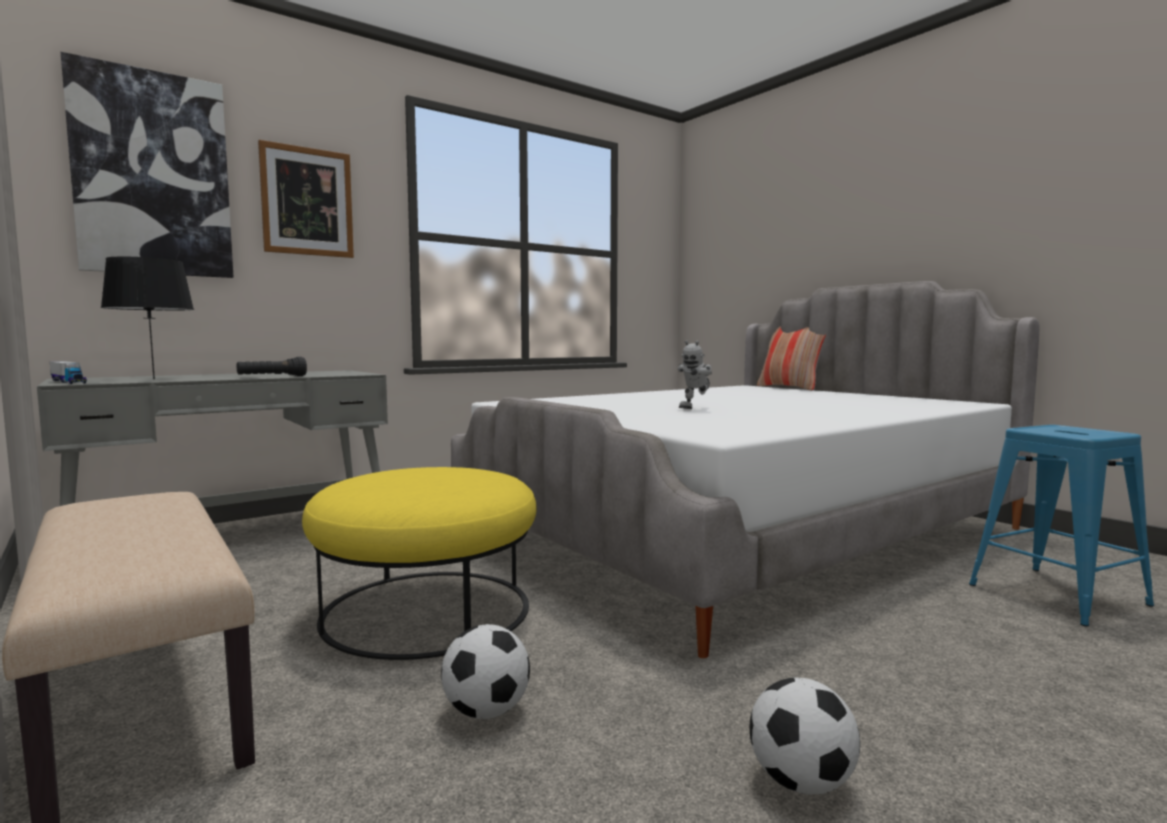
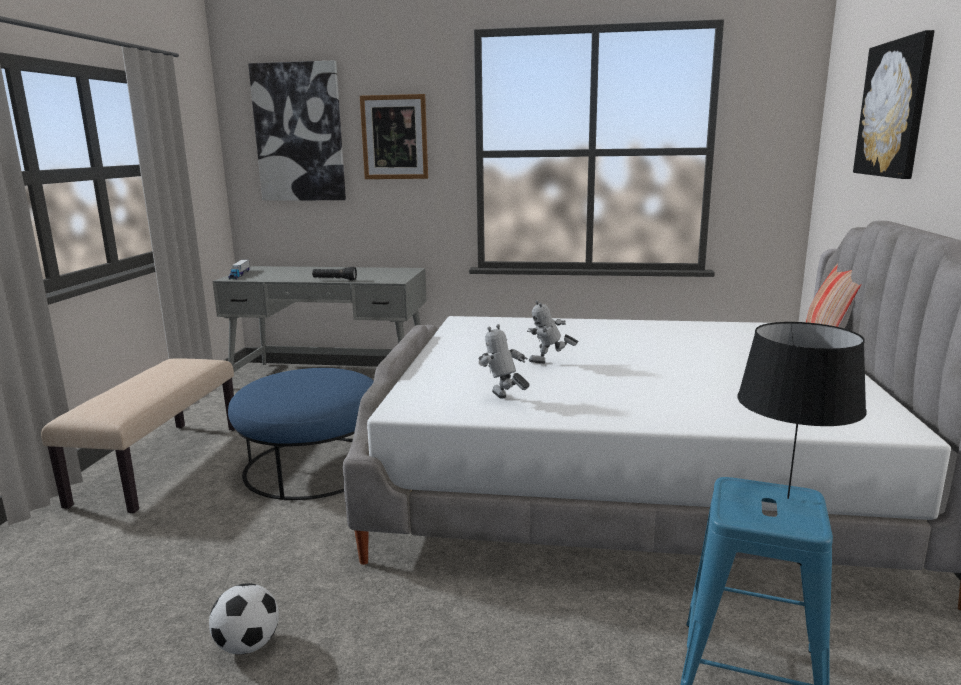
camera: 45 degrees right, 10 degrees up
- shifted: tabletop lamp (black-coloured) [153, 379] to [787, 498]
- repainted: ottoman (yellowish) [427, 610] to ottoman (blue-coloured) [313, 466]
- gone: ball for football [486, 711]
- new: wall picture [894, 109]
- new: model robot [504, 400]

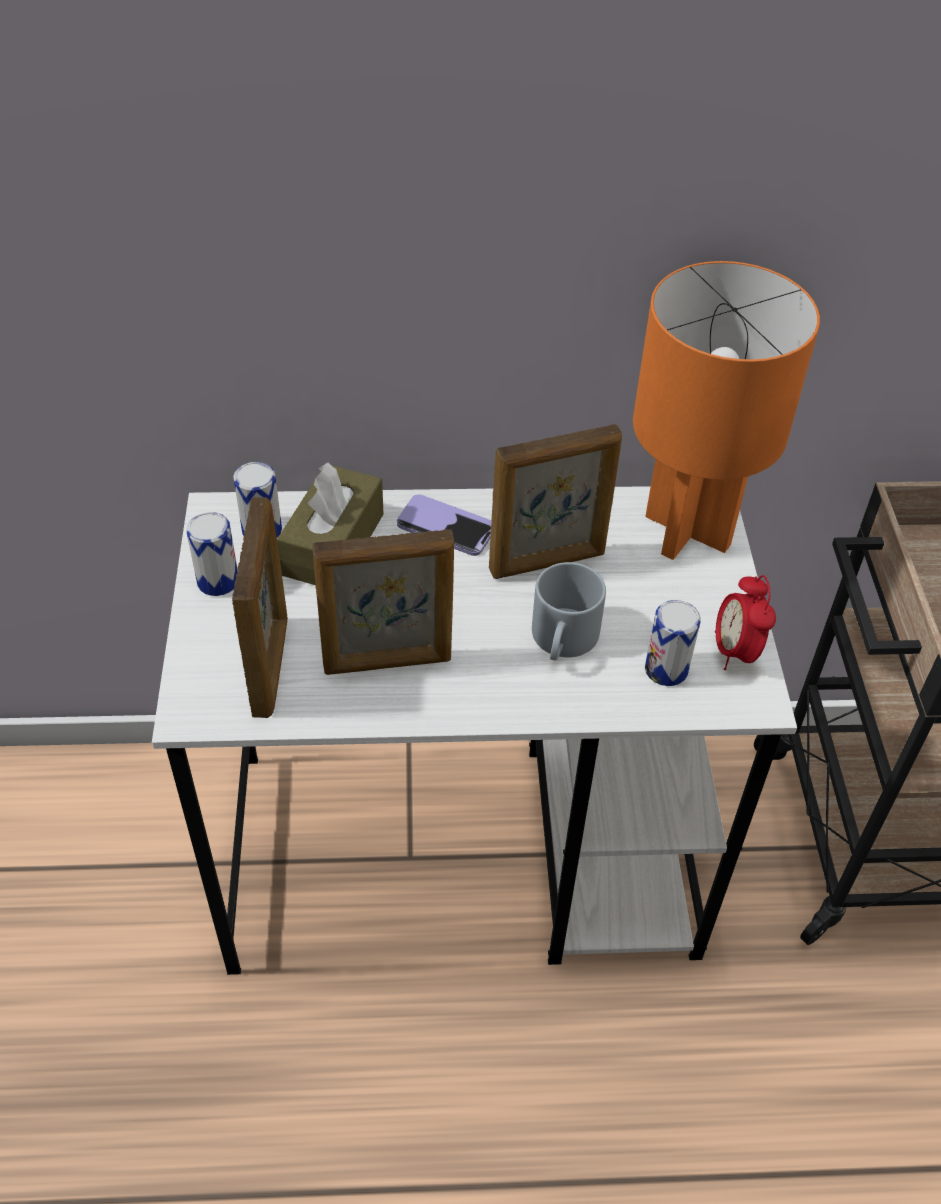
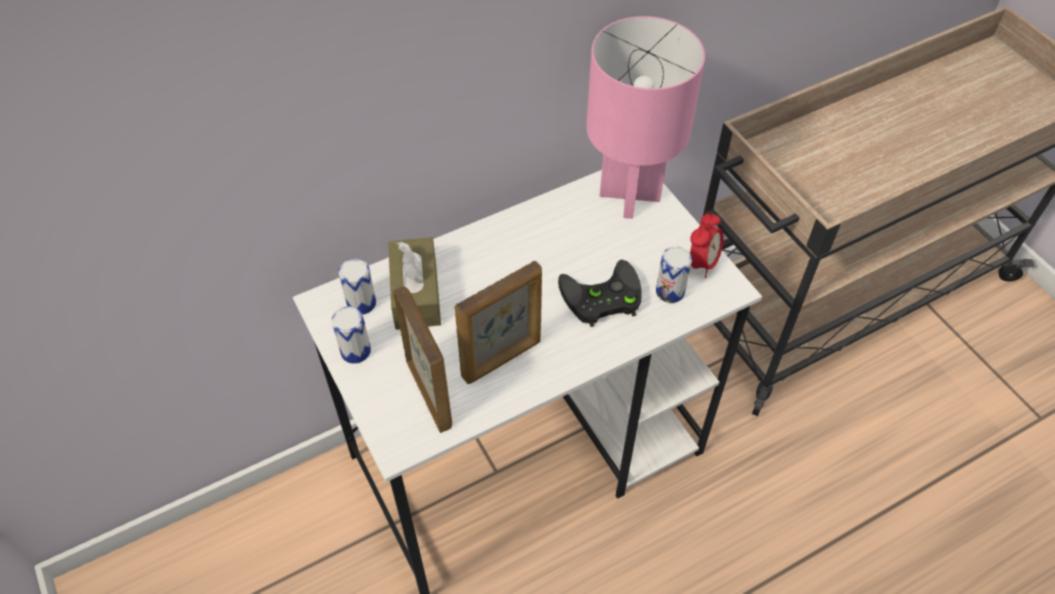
camera: 25 degrees left, 5 degrees up
- repainted: tabletop lamp (orange) [685, 531] to tabletop lamp (pink-coloured) [628, 196]
- gone: standing frame [548, 562]
- gone: handset [446, 527]
- swapped: coffee mug (grey) [564, 641] to game controller (black-coloured) [600, 299]
- rotated: bedside clock [735, 651] = [702, 263] 120 degrees counterclockwise

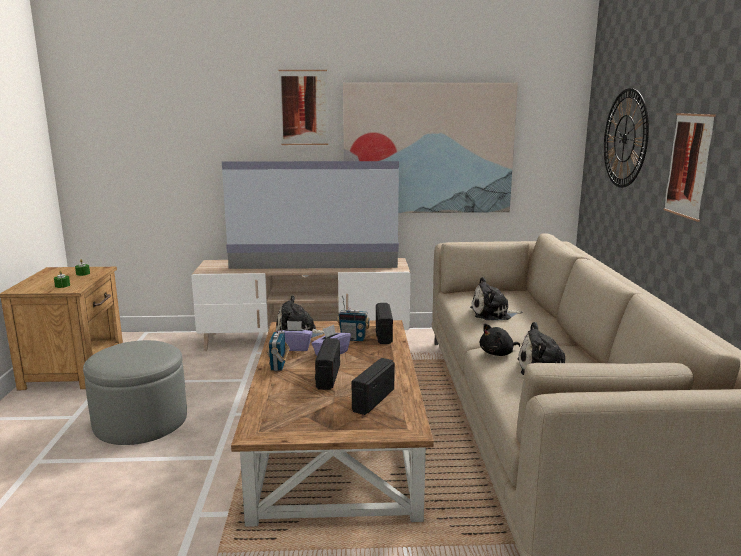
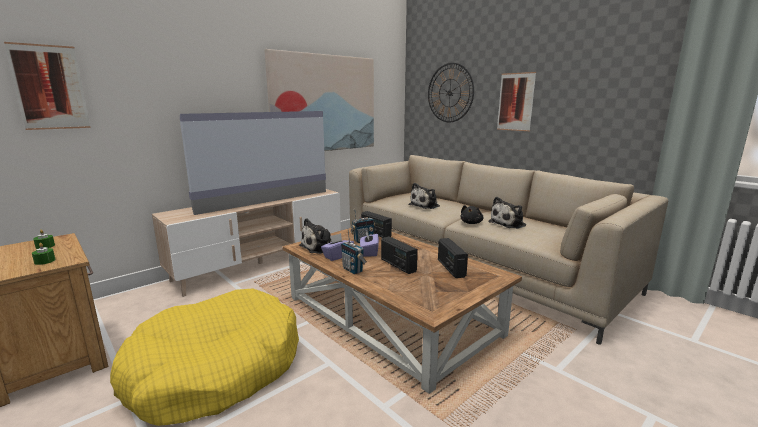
camera: 40 degrees left, 0 degrees up
- shifted: wall picture [303, 107] to [50, 87]
- swapped: ottoman (grey) [140, 421] to dog cushion (yellowish) [216, 369]

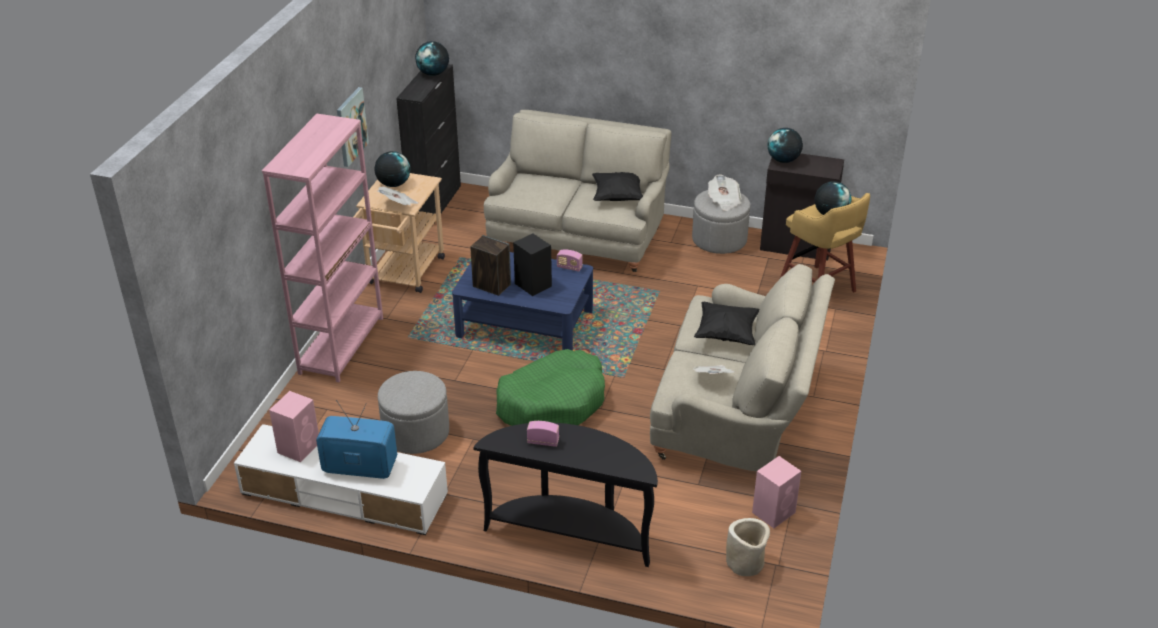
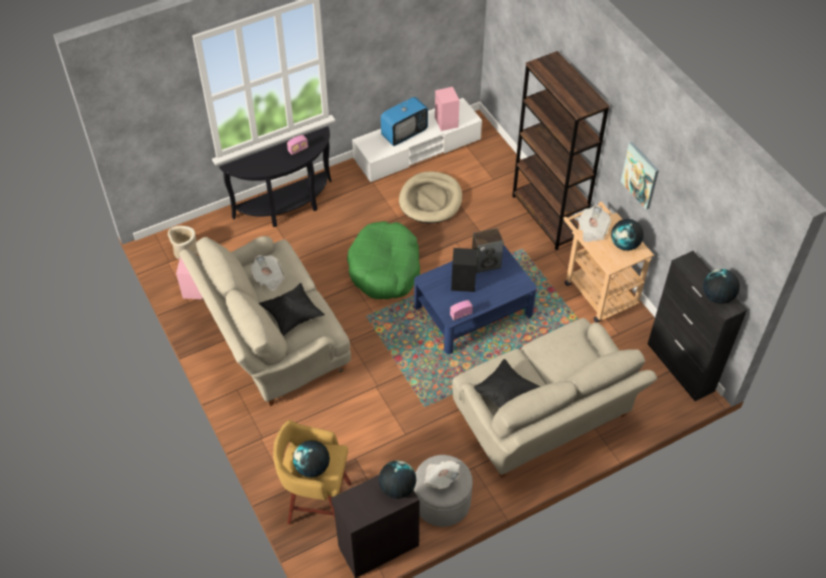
camera: 135 degrees right, 15 degrees up
- repainted: shelving unit (pink-coloured) [341, 345] to shelving unit (brown-coloured) [548, 217]
- swapped: ottoman (grey) [416, 432] to dog cushion (beige) [430, 200]

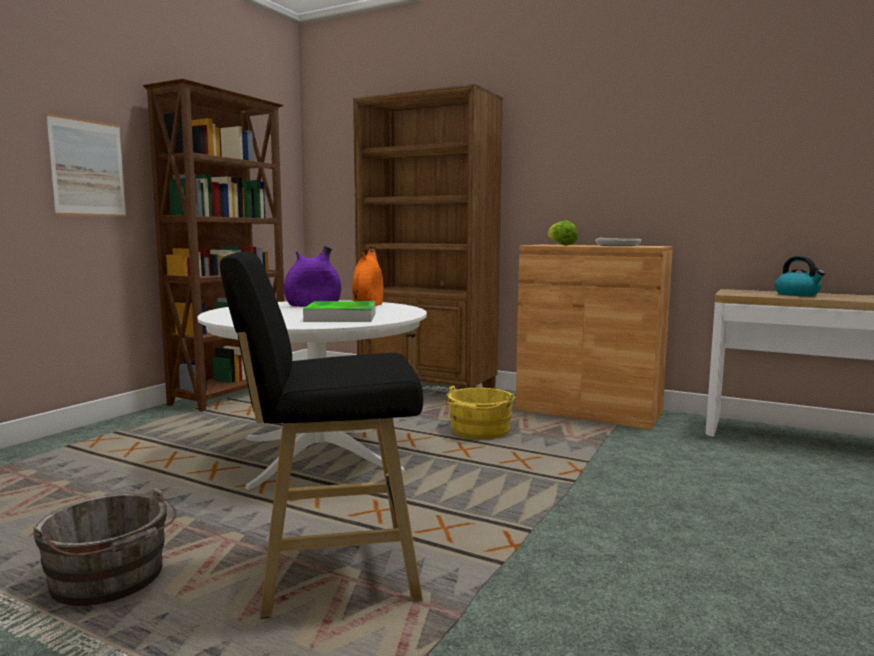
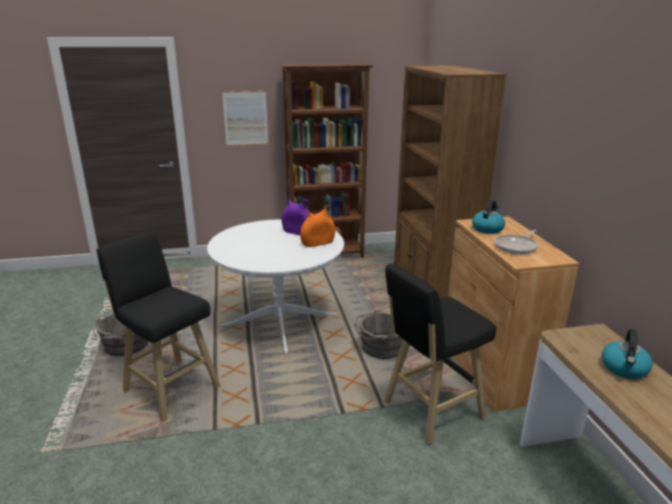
camera: 50 degrees right, 15 degrees up
- swapped: lettuce head [560, 245] to kettle [487, 229]
- gone: serving tray [341, 317]
- repainted: pail (yellowish) [478, 432] to pail (grey) [380, 347]
- new: sitting stool (black-coloured) [429, 411]

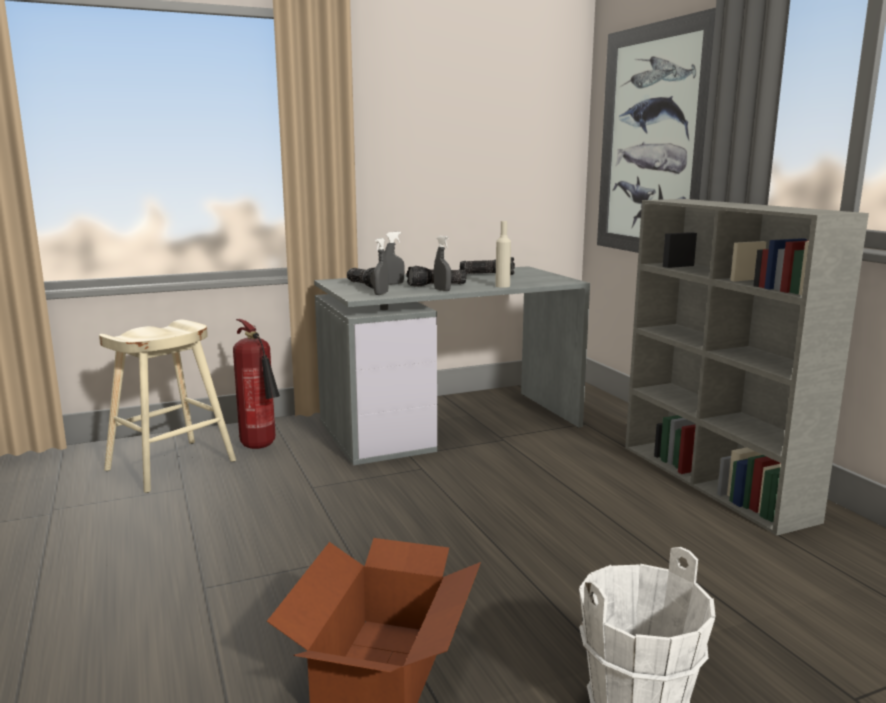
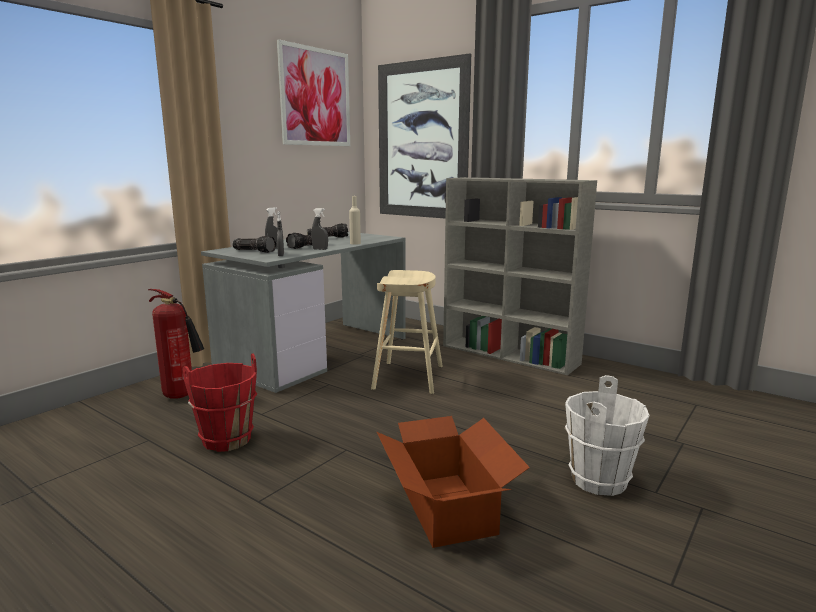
camera: 30 degrees left, 0 degrees up
- shifted: sitting stool (beige) [171, 465] to [408, 377]
- new: wall picture [315, 97]
- new: pail (red) [226, 440]

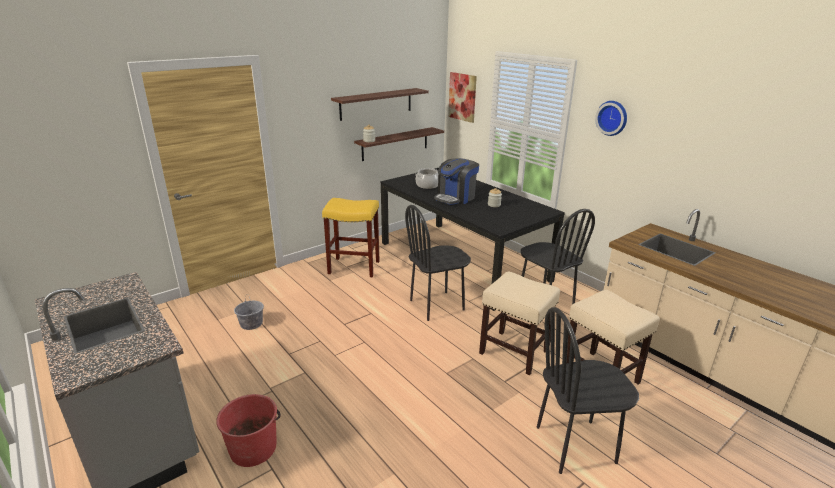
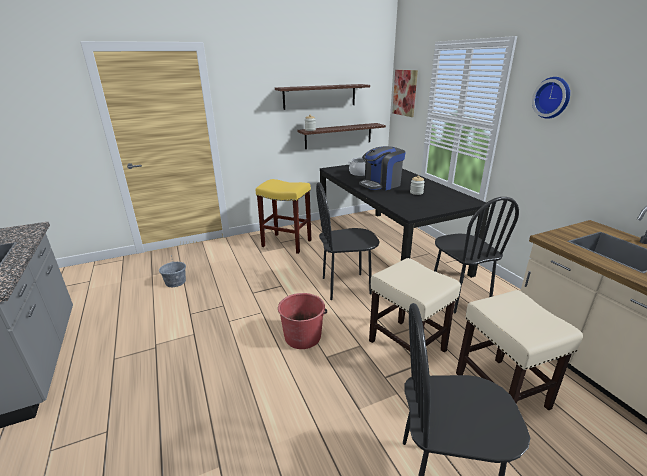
camera: 15 degrees right, 0 degrees up
- shifted: pail (red) [253, 448] to [303, 336]

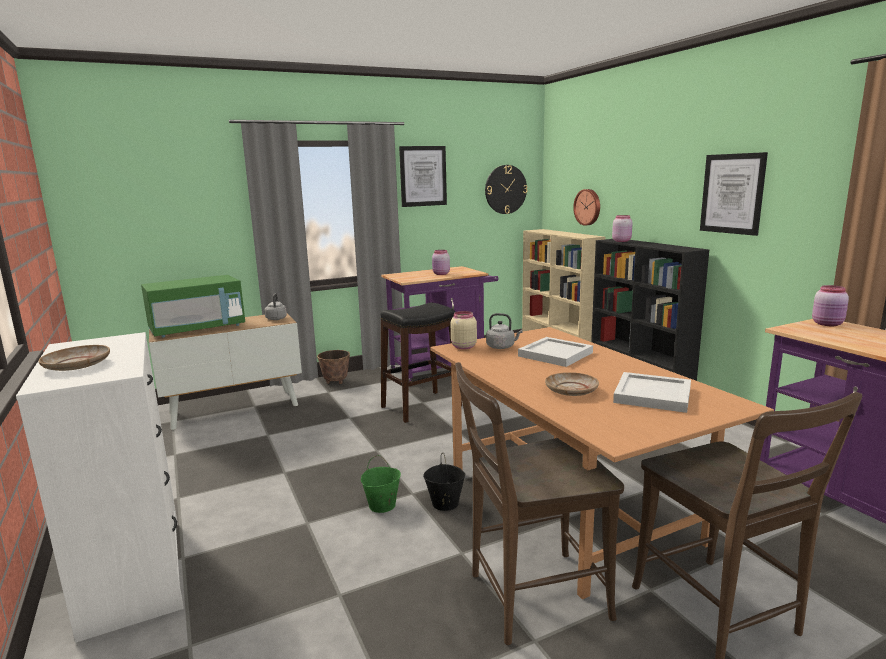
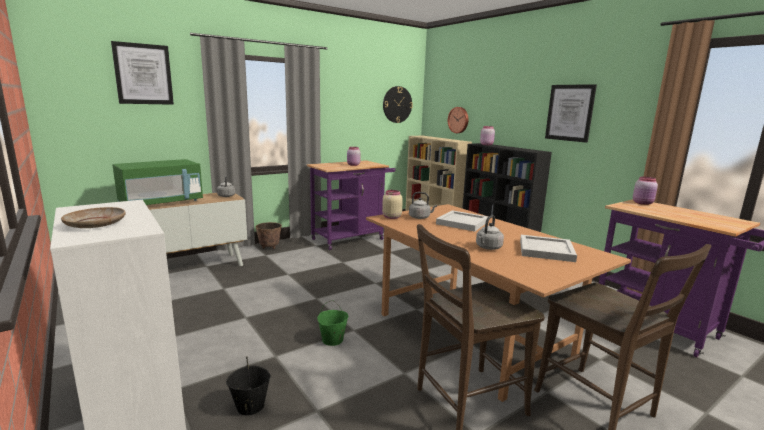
camera: 10 degrees left, 0 degrees up
- shifted: wall picture [423, 176] to [143, 74]
- gone: sitting stool (black-coloured) [421, 406]
- swapped: dinner plate (beige) [571, 391] to kettle (grey) [488, 248]
- shifted: pail (black-coloured) [444, 503] to [250, 406]

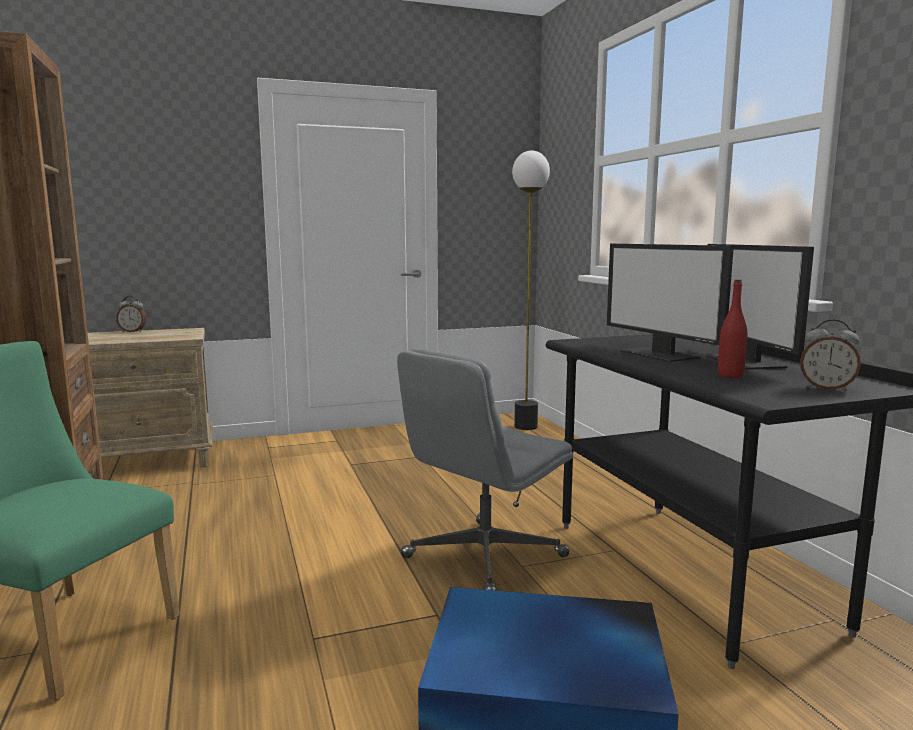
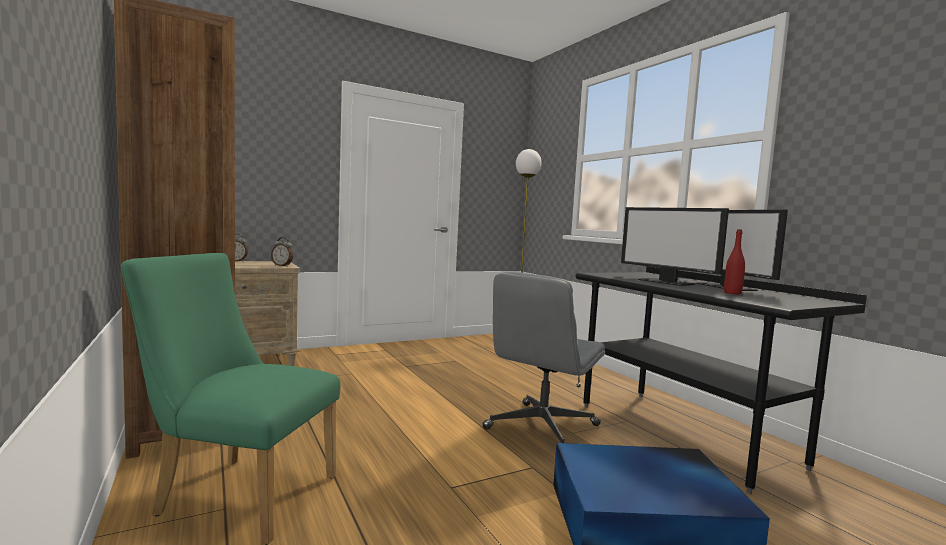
camera: 10 degrees left, 5 degrees down
- shifted: bedside clock [826, 388] to [282, 266]

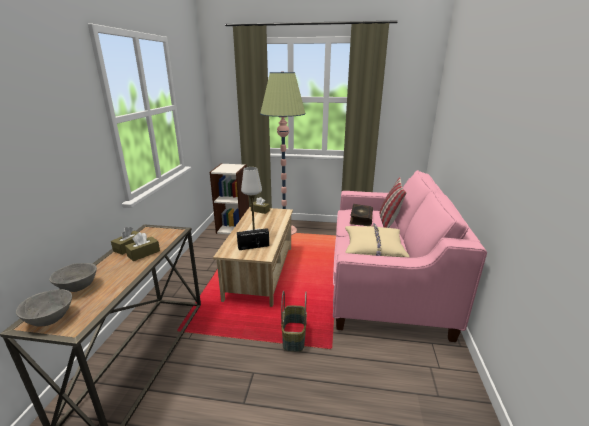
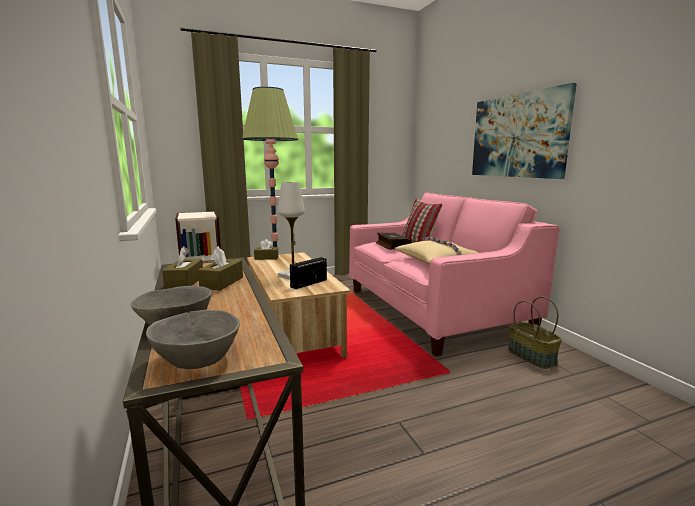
camera: 30 degrees left, 10 degrees down
- shifted: basket [294, 337] to [532, 357]
- new: wall picture [517, 136]

